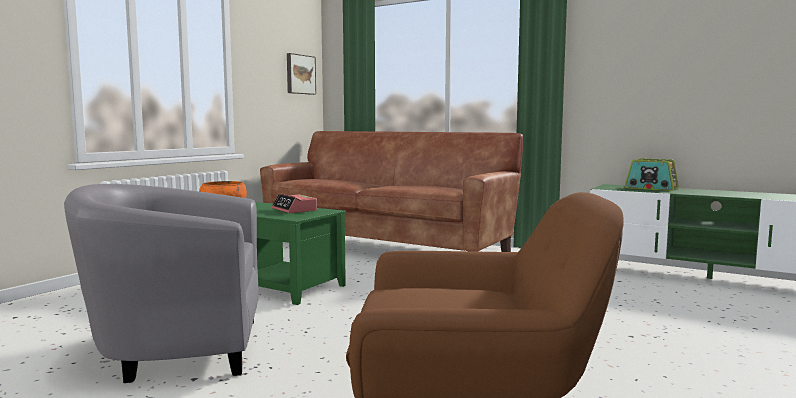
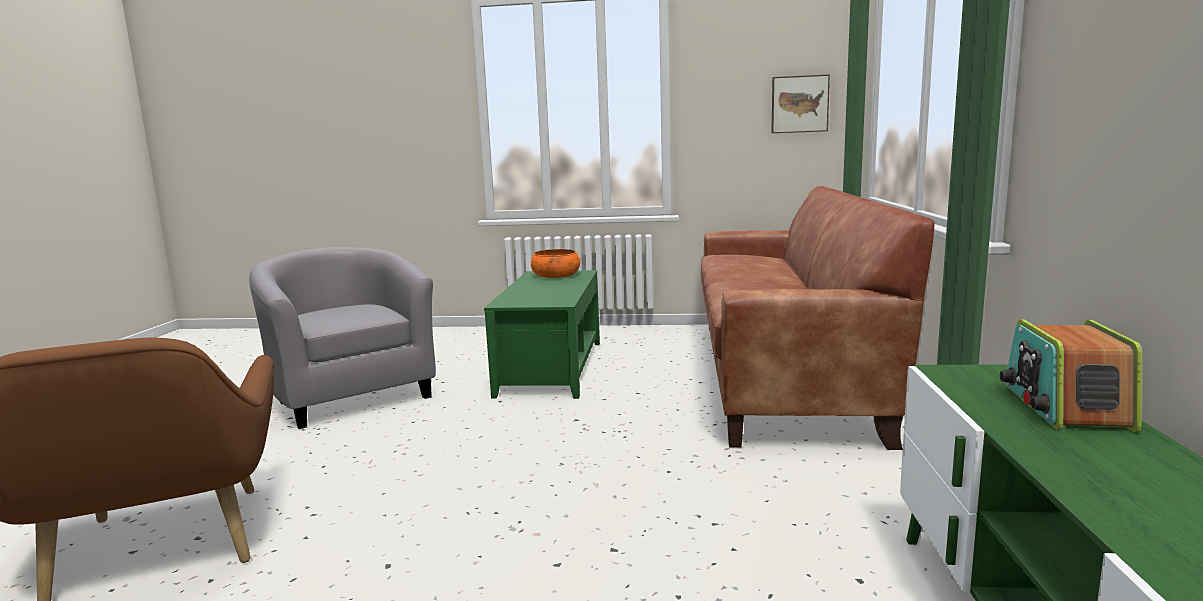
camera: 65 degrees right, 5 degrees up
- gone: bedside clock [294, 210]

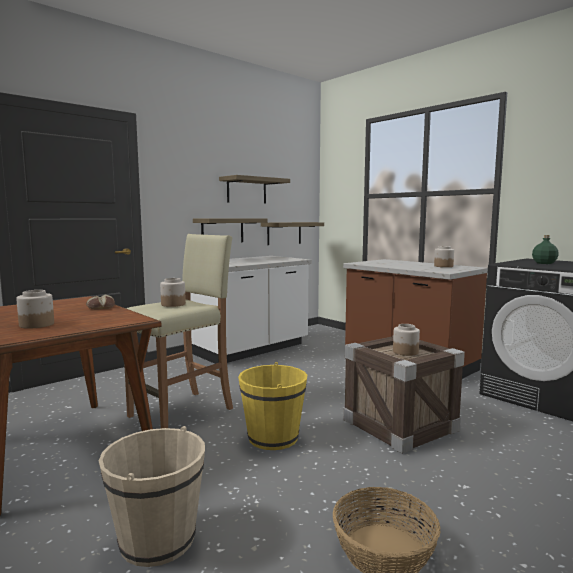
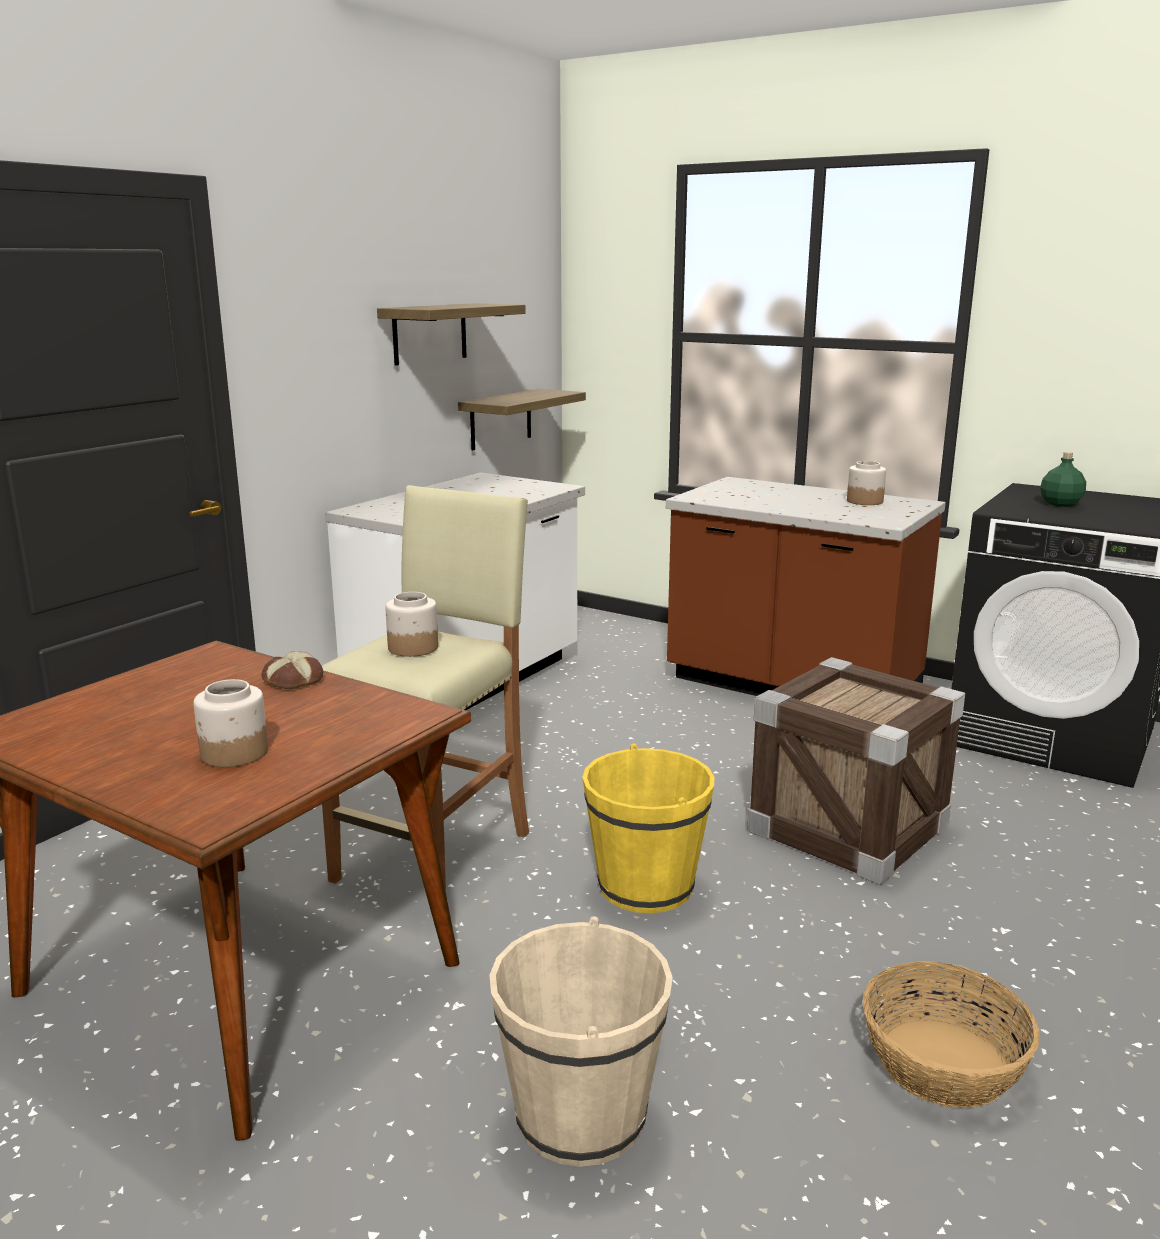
camera: 15 degrees left, 10 degrees up
- gone: bracket shelf [222, 230]
- gone: preserve jar [405, 352]

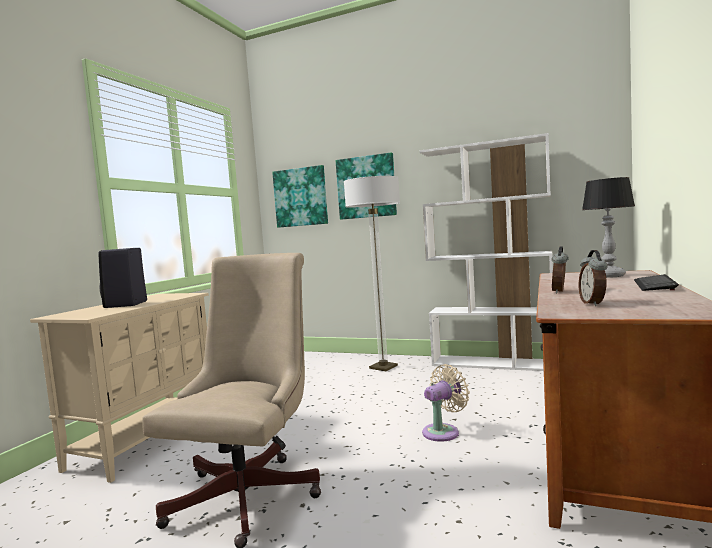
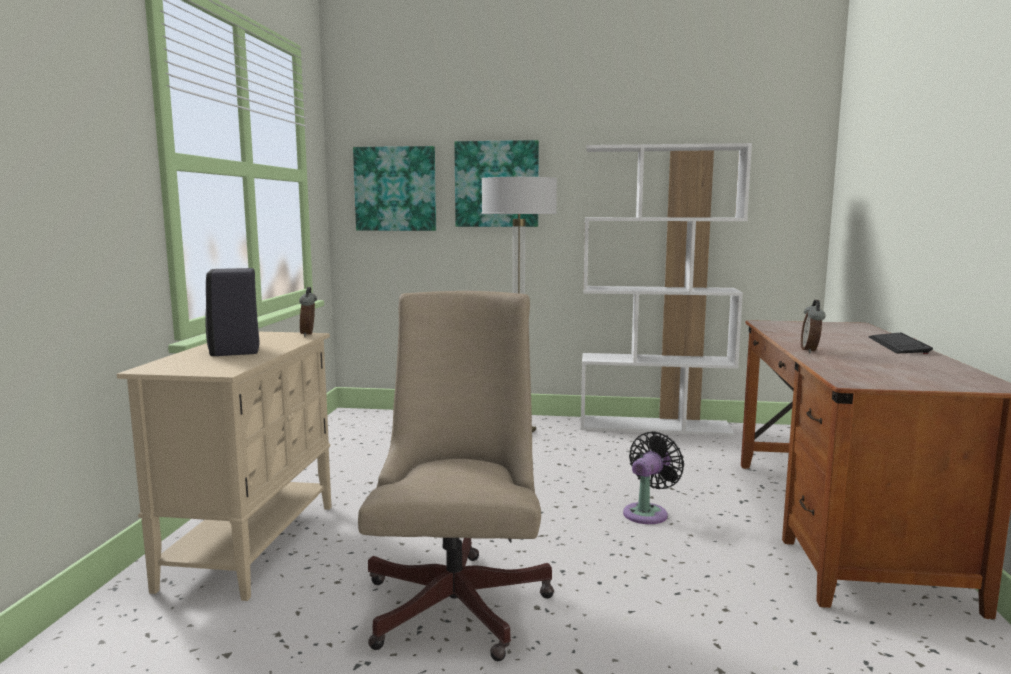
camera: 15 degrees left, 5 degrees up
- gone: tabletop lamp [608, 276]
- shifted: bedside clock [593, 303] to [309, 334]
- repainted: electric fan (beige) [443, 431] to electric fan (black-coloured) [648, 512]

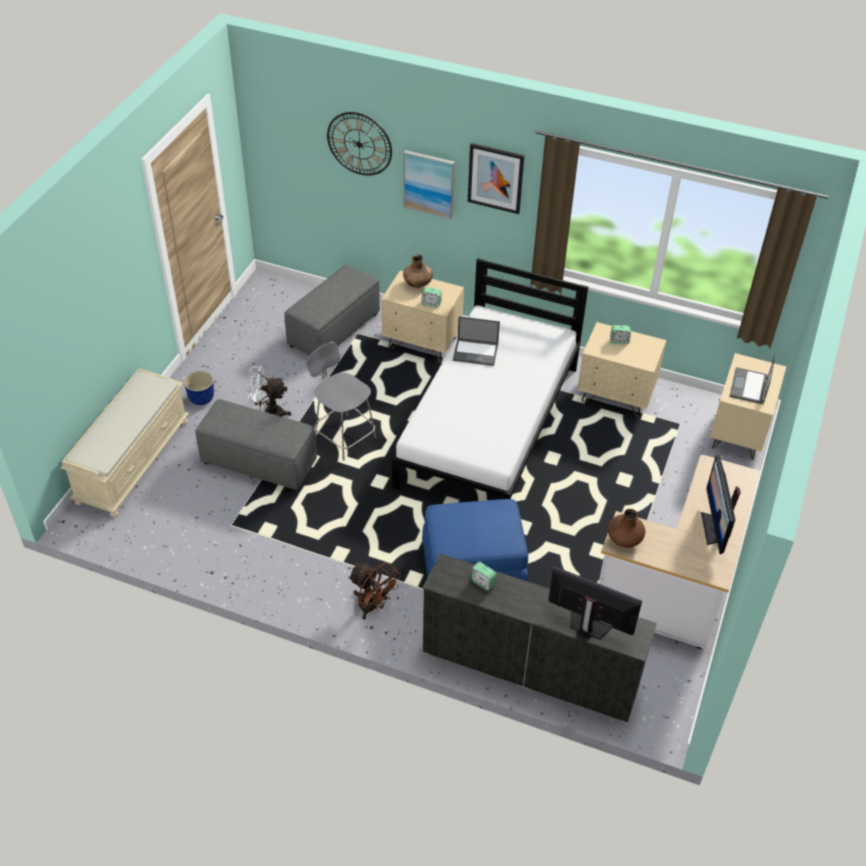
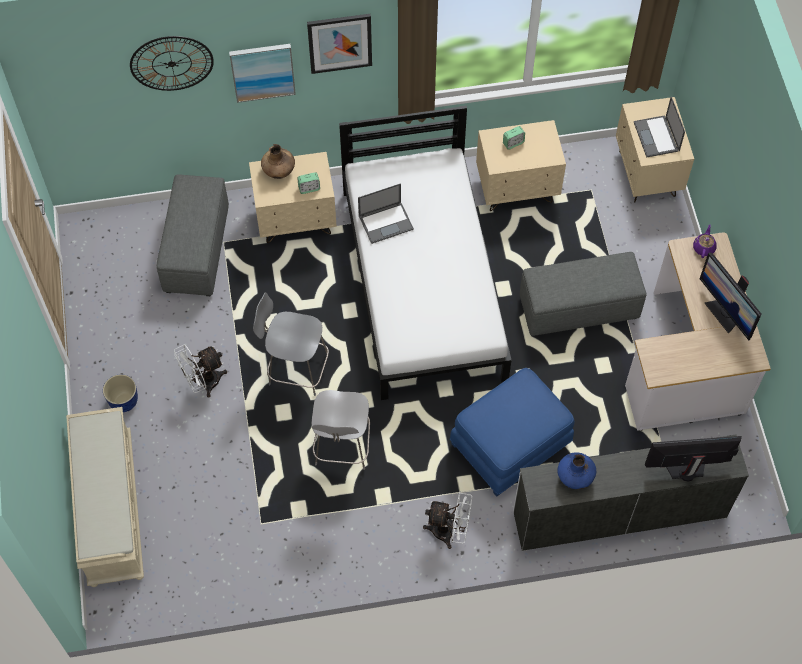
camera: 30 degrees left, 15 degrees up
- shifted: ottoman (grey) [260, 462] to [579, 307]
- gone: vase (brown-coloured) [624, 540]
- repainted: electric fan (brown-coloured) [373, 607] to electric fan (white) [449, 532]
- swapped: bedside clock [482, 582] to vase (blue-coloured) [575, 476]
- new: pot for tea (purple) [704, 247]
- new: upright chair (grey) [342, 447]

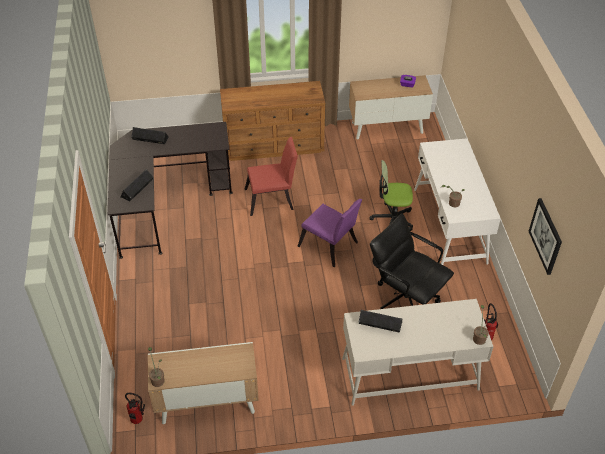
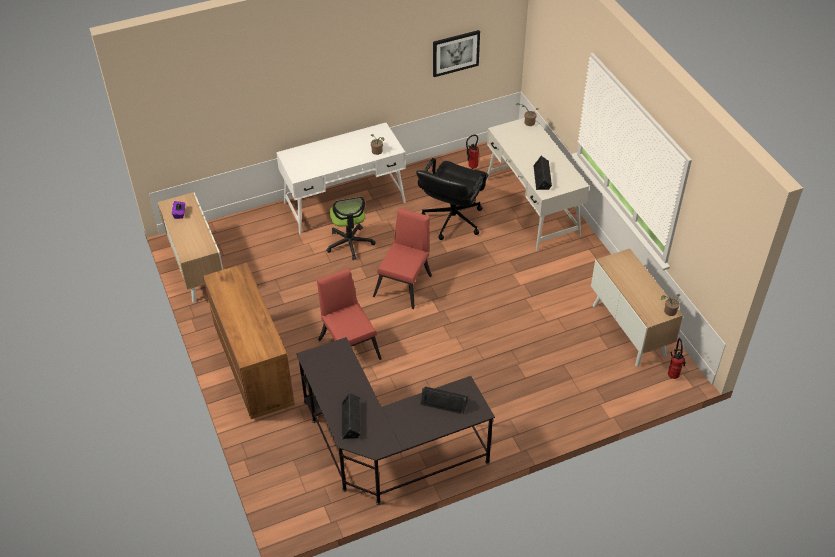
camera: 105 degrees left, 0 degrees up
- repainted: upright chair (purple) [330, 247] to upright chair (red) [405, 283]

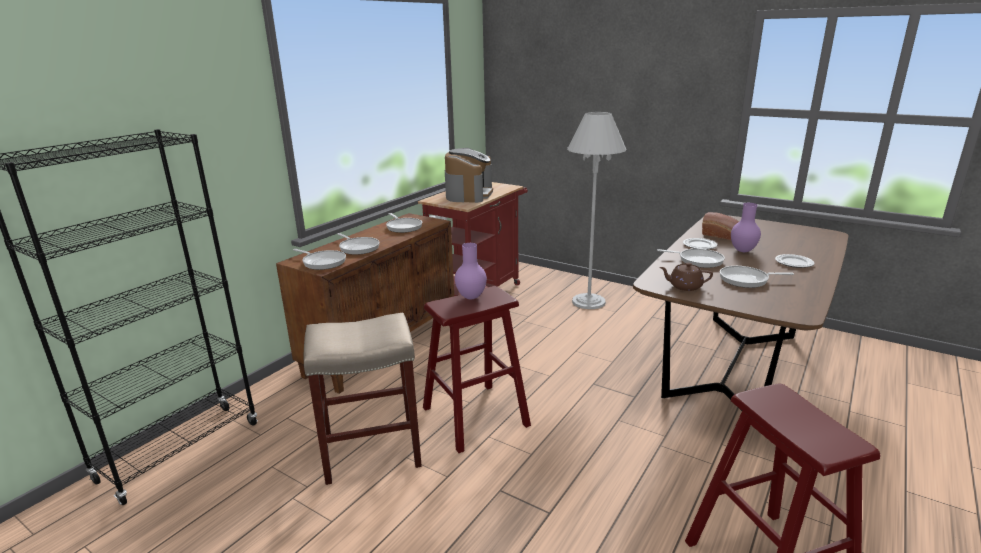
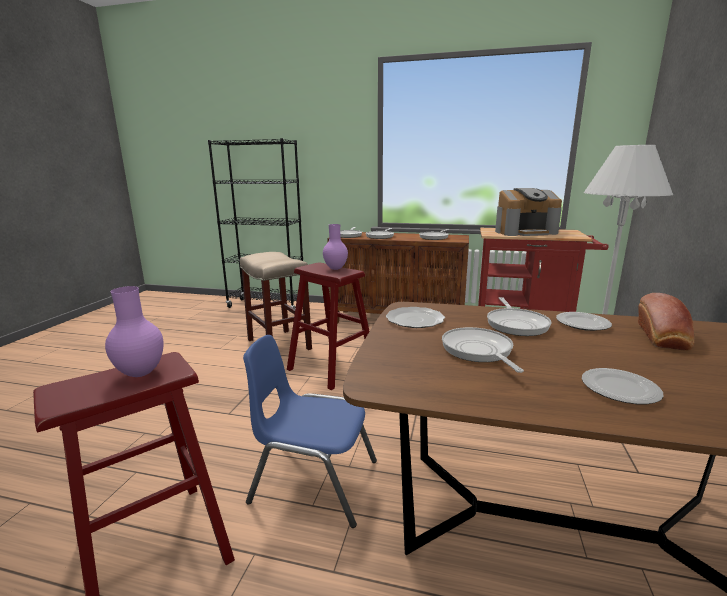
camera: 70 degrees right, 5 degrees down
- shifted: vase (purple) [742, 250] to [142, 373]
- swapped: pot for tea (brown-coloured) [684, 286] to dinner plate [414, 320]
- new: upright chair (blue-coloured) [314, 481]

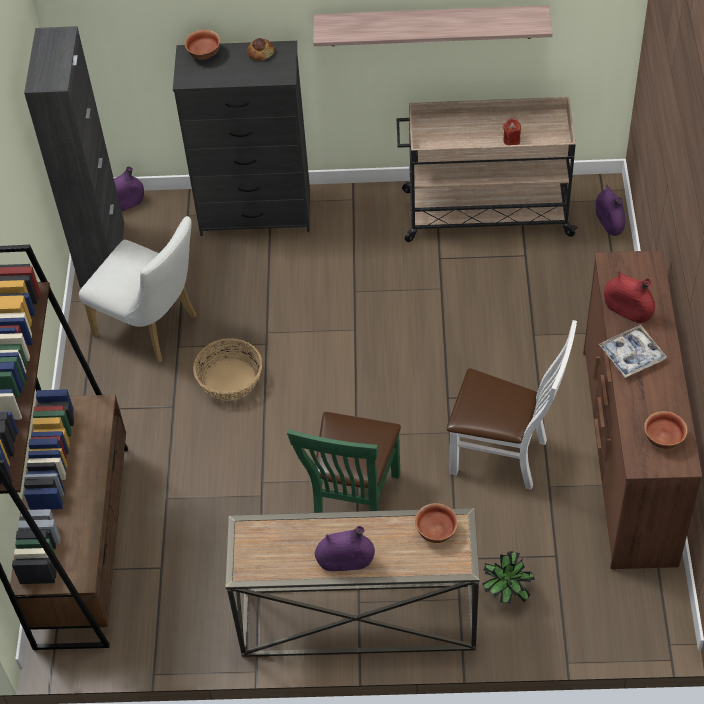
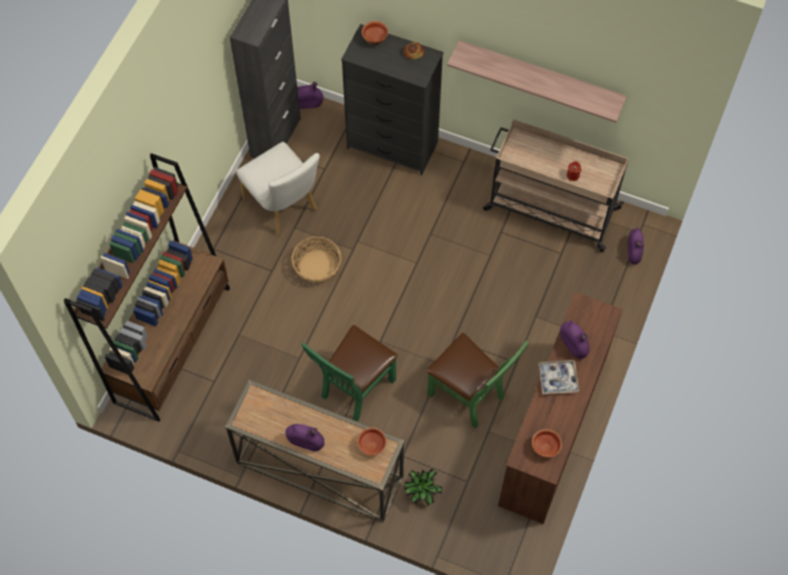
camera: 20 degrees right, 10 degrees up
- repainted: vase (red) [627, 311] to vase (purple) [573, 345]
- repainted: upright chair (white) [505, 456] to upright chair (greenish) [470, 397]

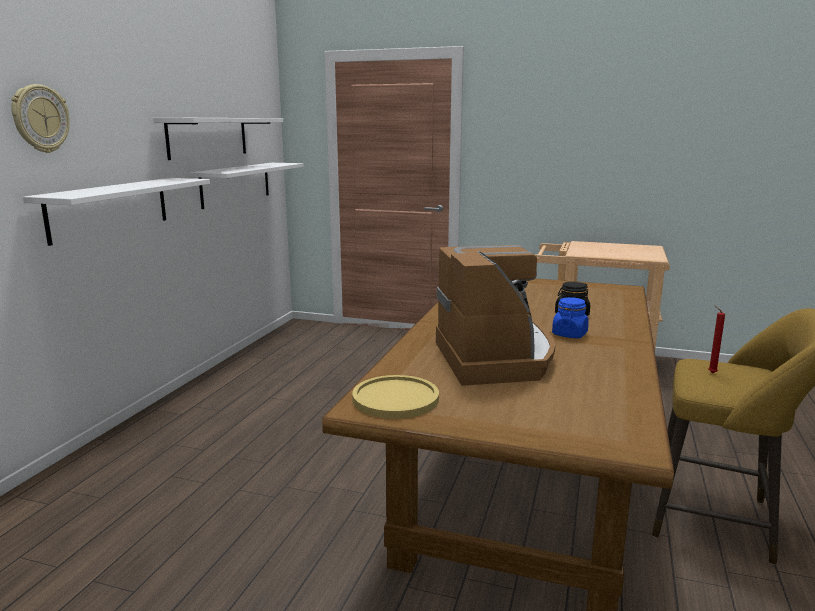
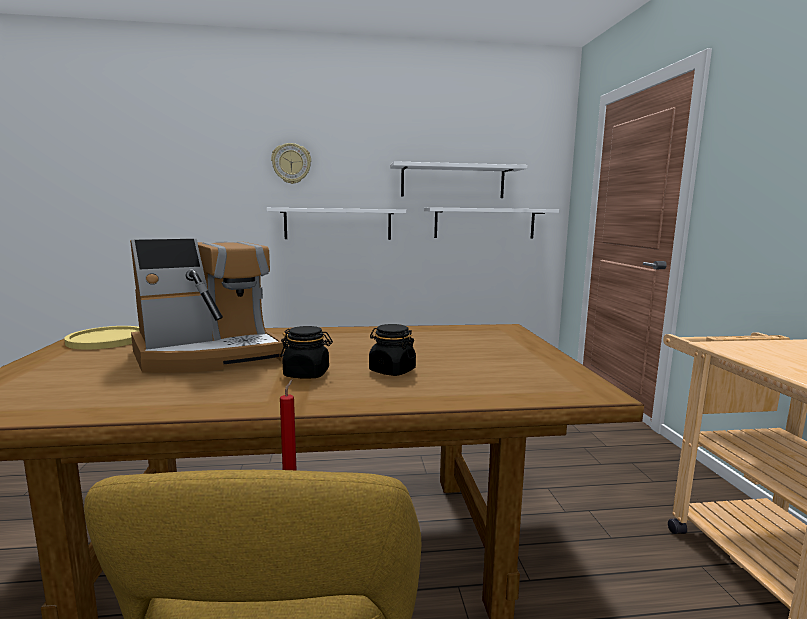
camera: 65 degrees right, 5 degrees down
- repainted: preserve jar (blue-coloured) [569, 334] to preserve jar (black-coloured) [307, 374]

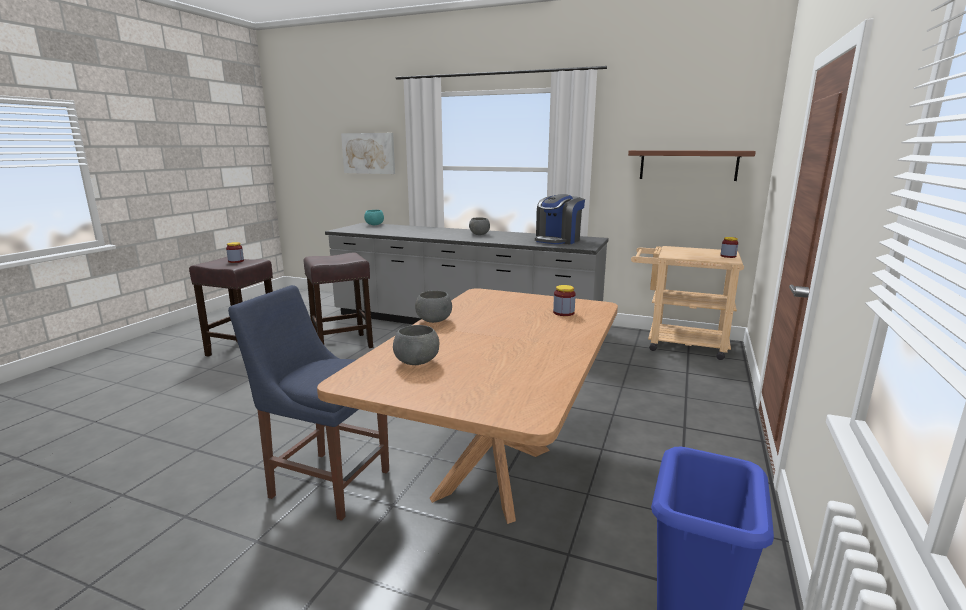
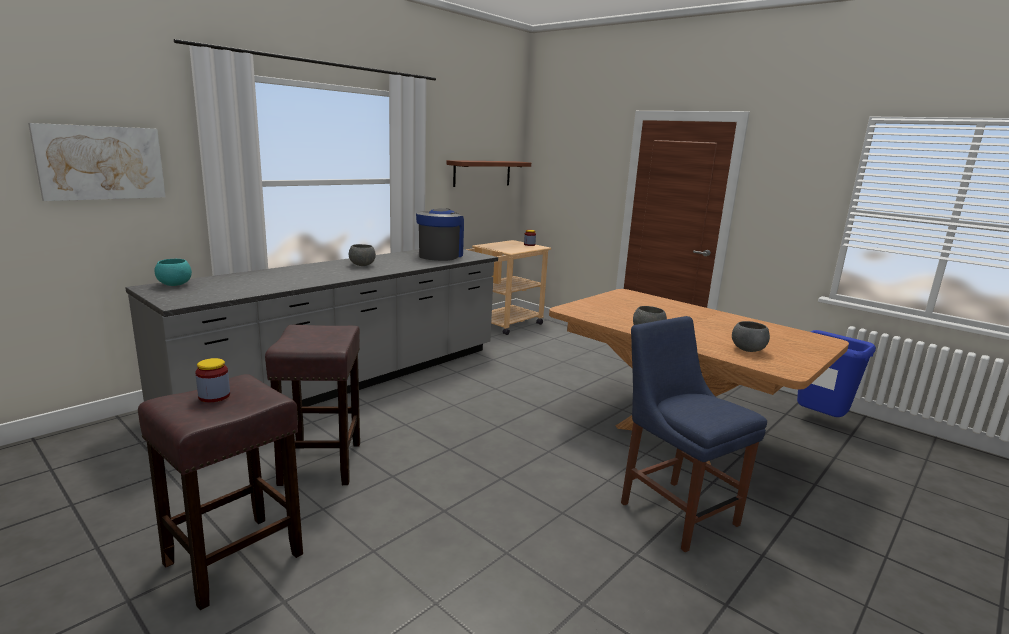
camera: 70 degrees left, 0 degrees up
- rotated: coffee brewer [558, 240] = [440, 255] 135 degrees counterclockwise
- rotated: upright chair (blue-coloured) [326, 482] = [674, 510] 105 degrees clockwise
- gone: preserve jar [563, 313]

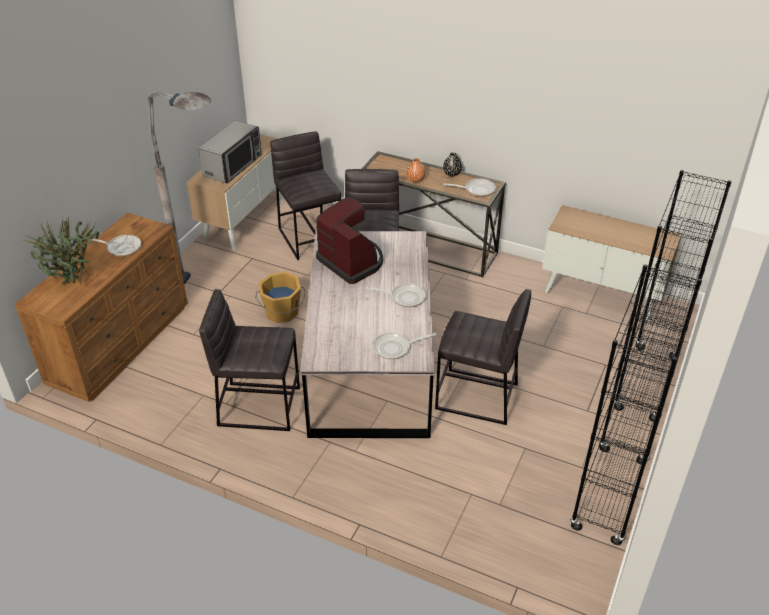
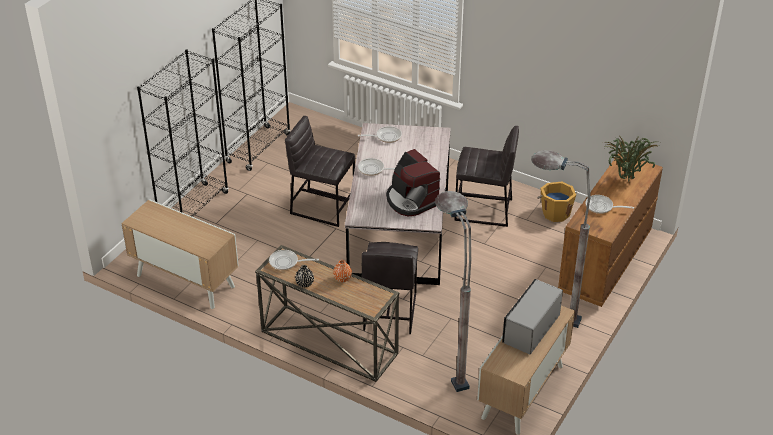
camera: 175 degrees left, 0 degrees up
- swapped: sitting stool (grey) [310, 238] to standing lamp (grey) [449, 362]
- shifted: pail (orange) [282, 312] to [555, 213]

